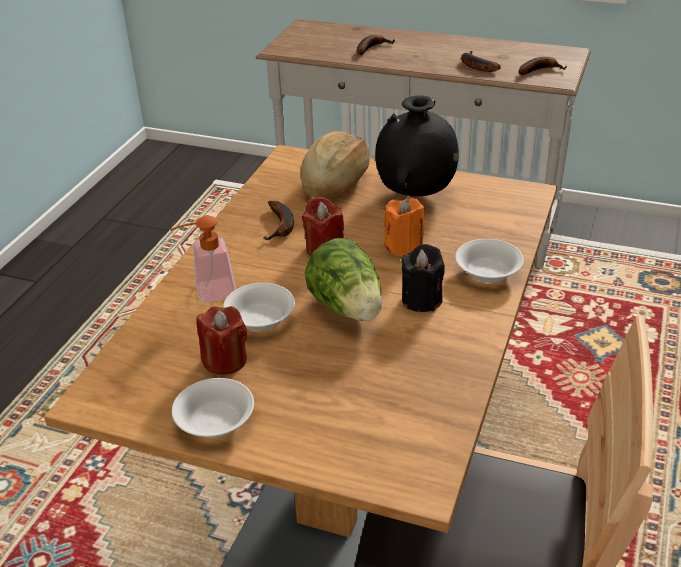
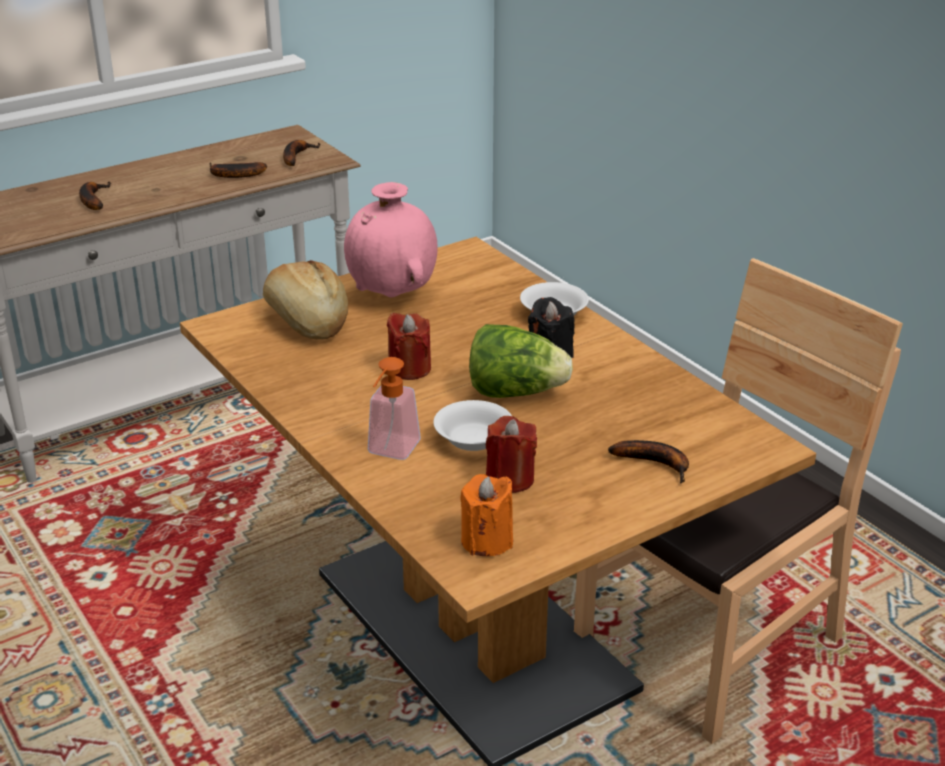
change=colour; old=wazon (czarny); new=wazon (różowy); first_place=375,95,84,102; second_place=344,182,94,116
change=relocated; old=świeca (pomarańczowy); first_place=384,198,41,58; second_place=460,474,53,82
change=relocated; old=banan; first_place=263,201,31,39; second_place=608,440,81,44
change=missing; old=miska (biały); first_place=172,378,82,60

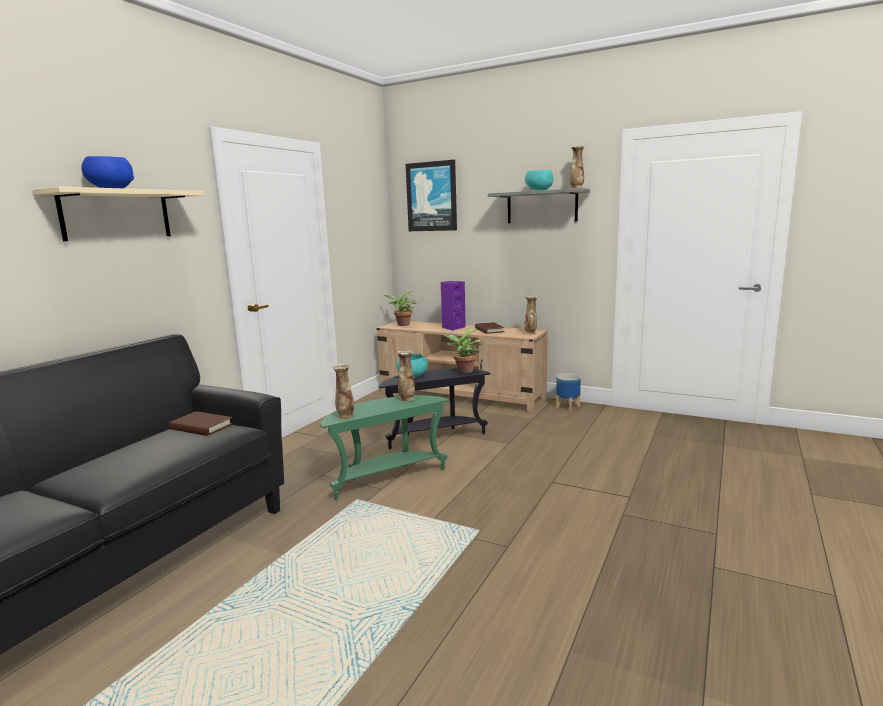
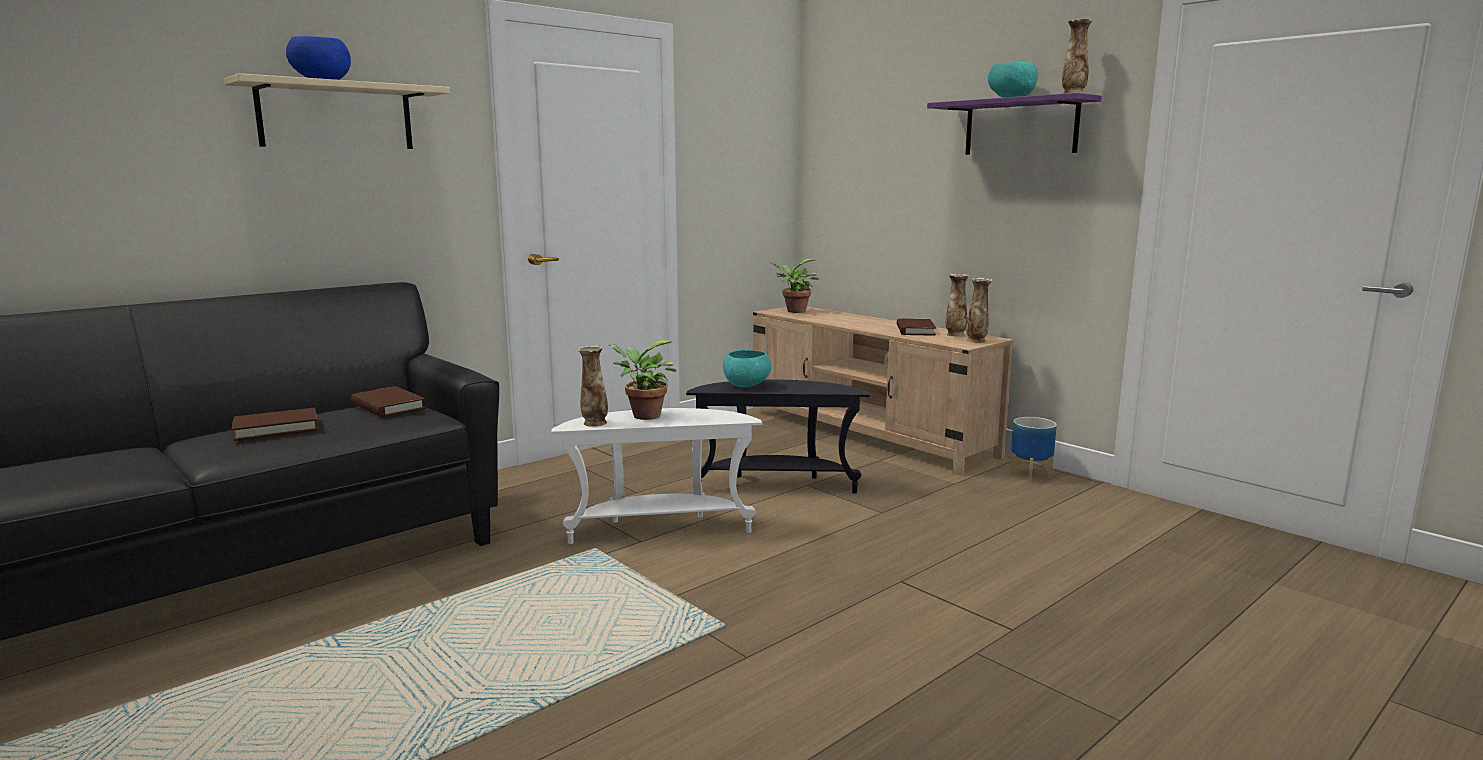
change=missing; old=obraz; first_place=406,160,51,71
change=colour; old=półka (szary); new=półka (fioletowy); first_place=488,188,102,35; second_place=927,93,174,62
change=missing; old=głośnik (fioletowy); first_place=440,281,26,49
change=relocated; old=roślina doniczkowa; first_place=443,329,40,44; second_place=609,340,67,80
change=relocated; old=wazon; first_place=397,351,18,50; second_place=946,274,23,63
change=colour; old=stolik (zielony); new=stolik (biały); first_place=320,395,130,105; second_place=551,408,212,136
change=appeared; new=książka (brązowy); second_place=232,408,87,33

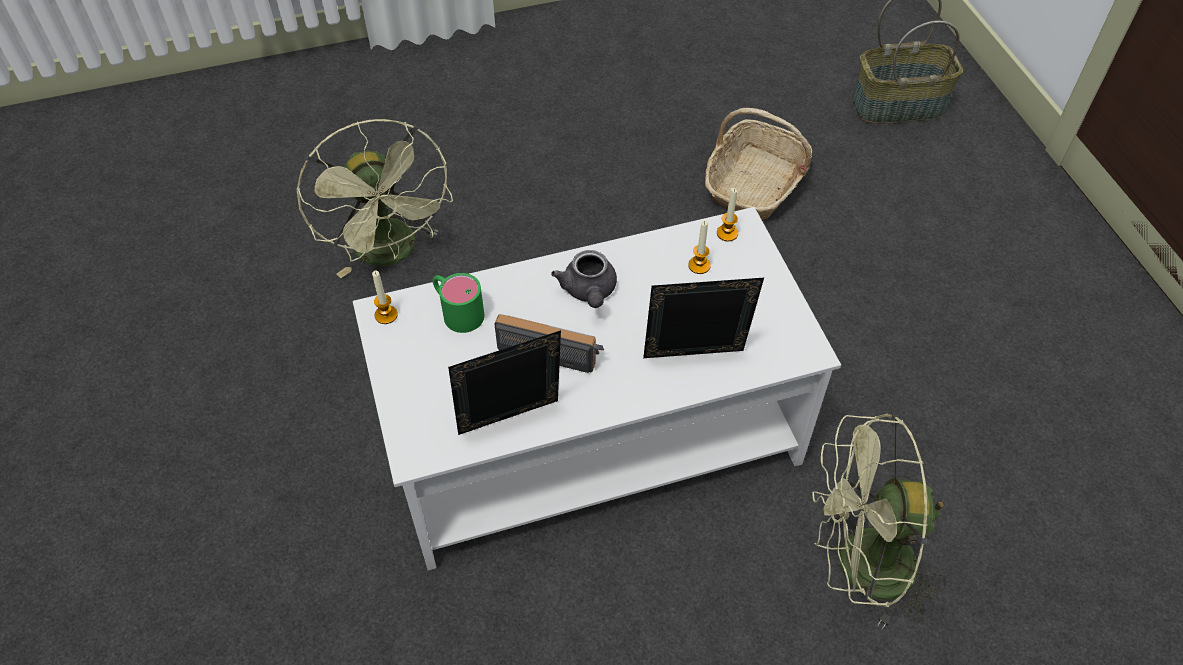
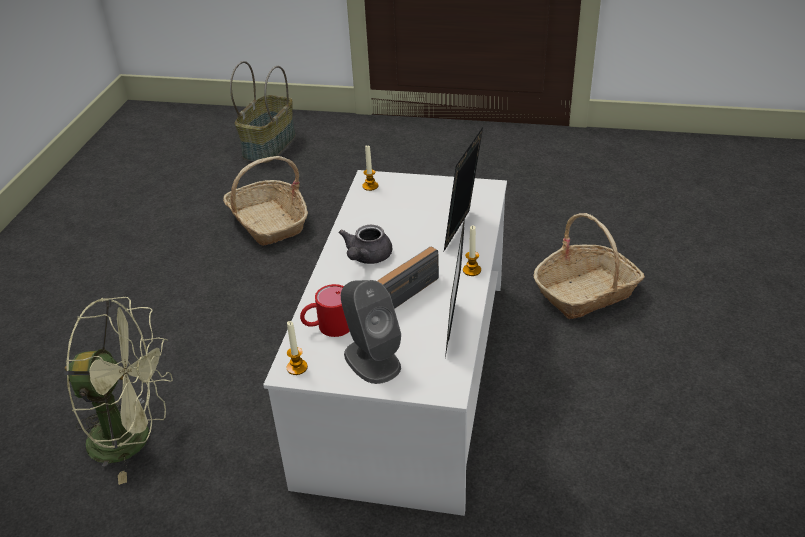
change=relocated; old=świeca; first_place=688,220,23,54; second_place=463,226,18,50
change=spun; old=imbryk (szary); first_place=551,250,66,58; second_place=339,225,53,39; degrees=90
change=colour; old=kubek (zielony); new=kubek (czerwony); first_place=433,273,52,60; second_place=300,284,50,53
change=exchanged; old=wentylator (zielony); new=koszyk; first_place=812,413,133,216; second_place=533,213,112,106
change=appeared; new=głośnik (szary); second_place=341,280,60,104

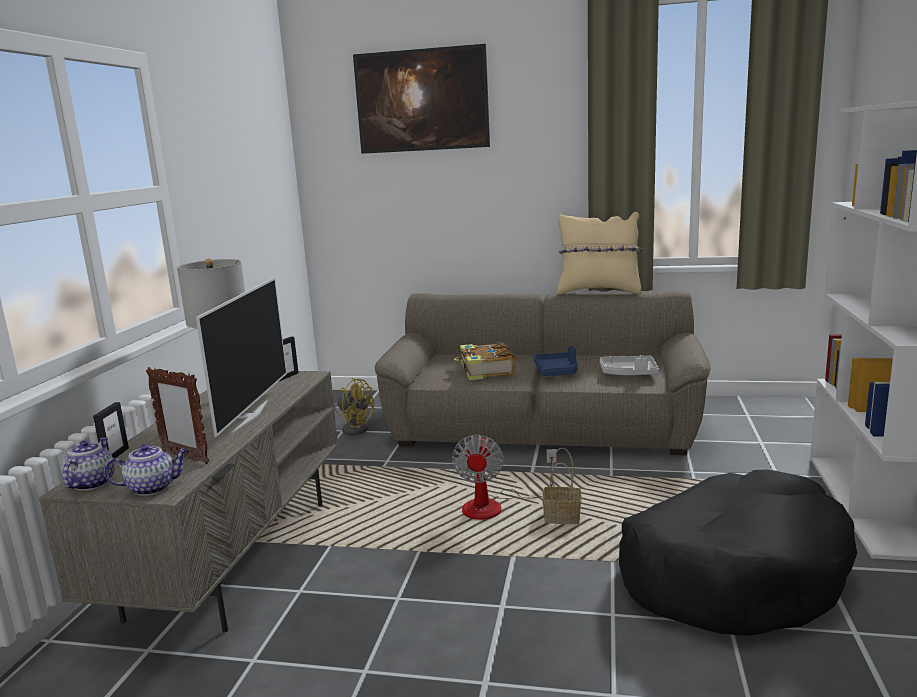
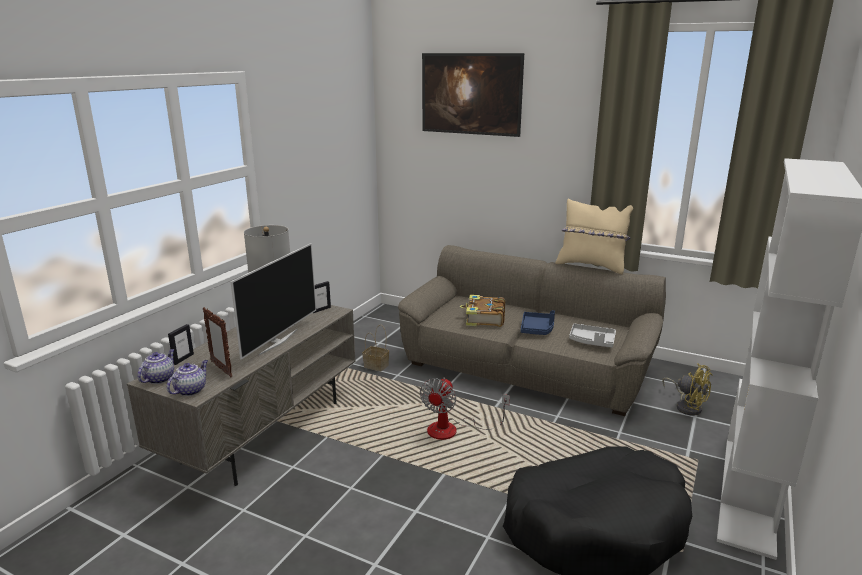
change=relocated; old=wentylator (żółty); first_place=334,377,40,58; second_place=662,363,51,52
change=spun; old=imbryk; first_place=104,444,85,52; second_place=167,360,41,36; degrees=-60
change=relocated; old=koszyk; first_place=542,448,40,76; second_place=362,325,27,46

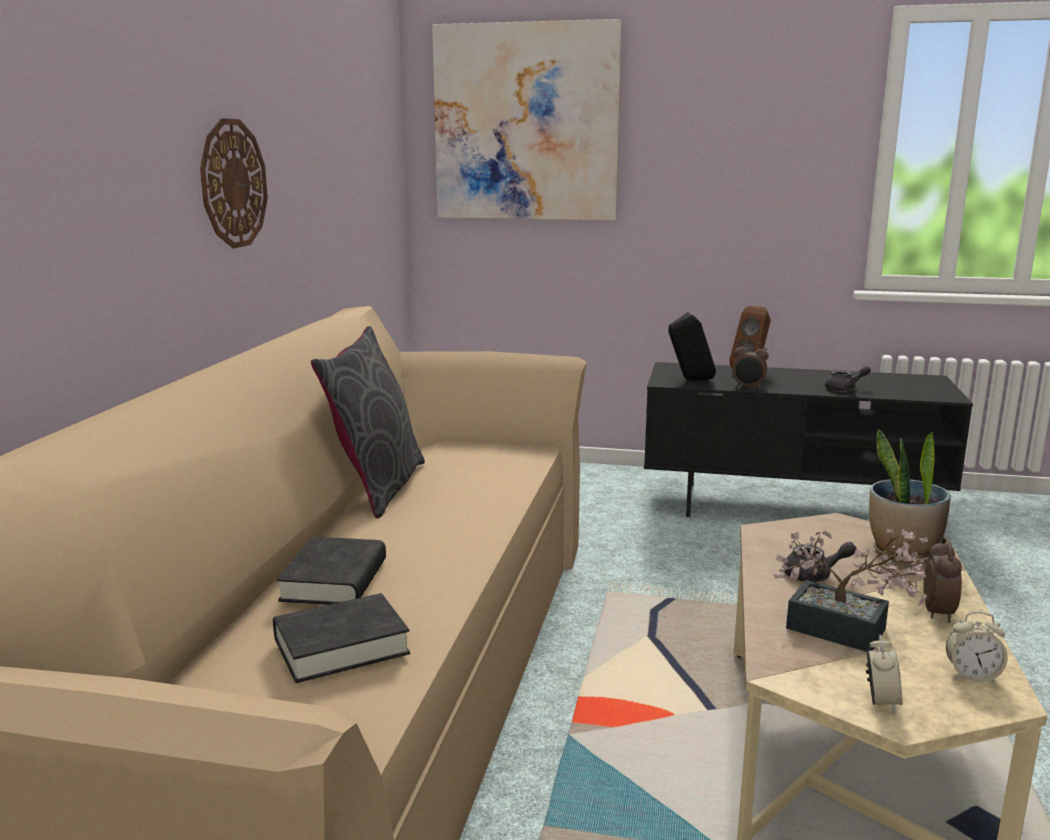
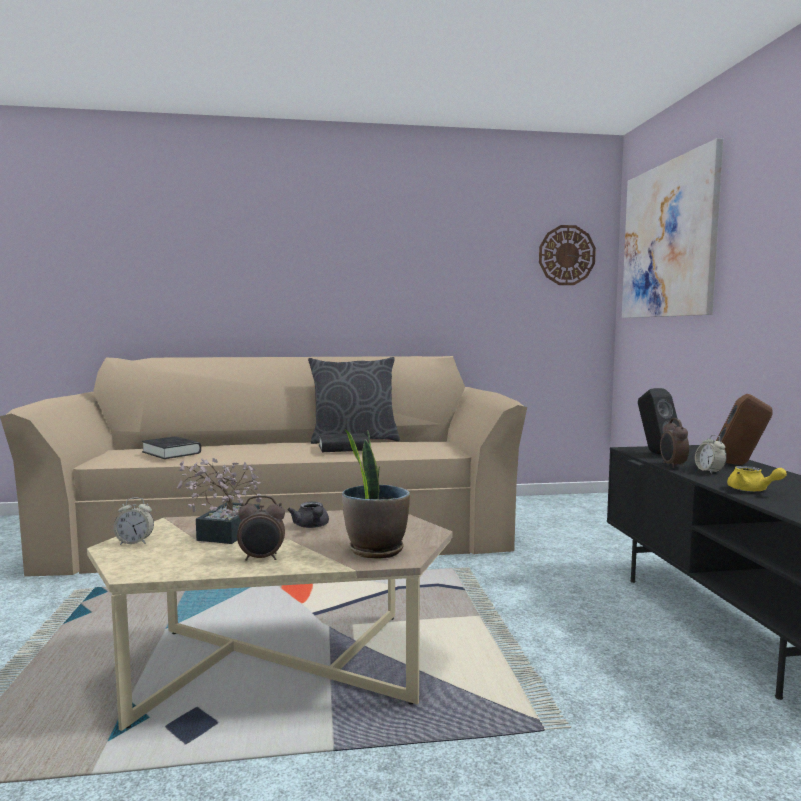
change=relocated; old=zegar ścienny; first_place=200,118,68,130; second_place=539,225,57,60
change=colour; old=imbryk (szary); new=imbryk (żółty); first_place=825,366,46,26; second_place=727,466,60,26
change=relocated; old=książka (czarny); first_place=276,537,110,68; second_place=319,433,50,19
change=relocated; old=budzik; first_place=946,612,62,71; second_place=695,435,32,39

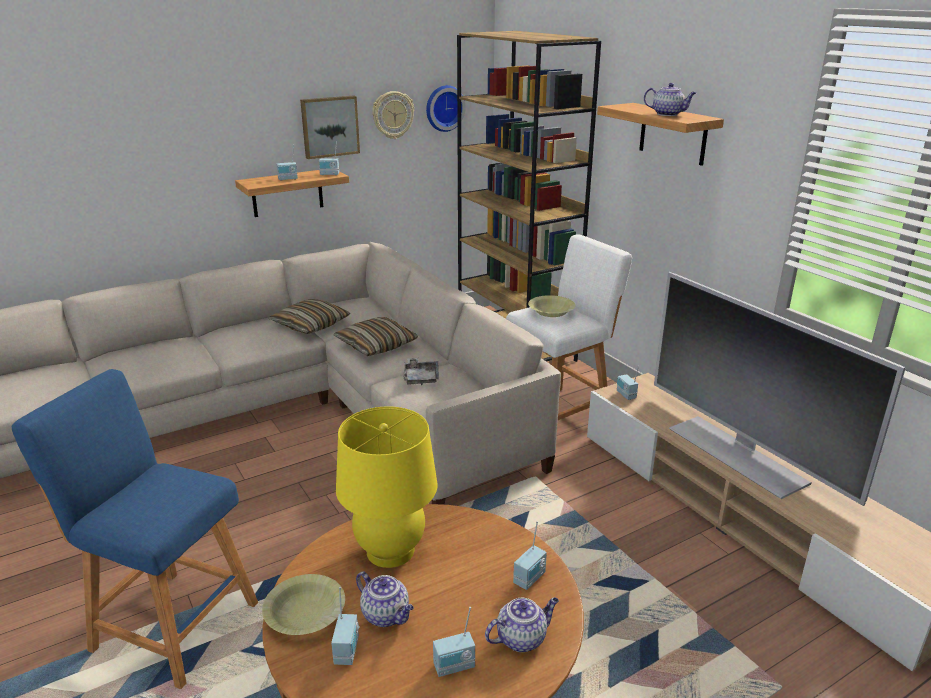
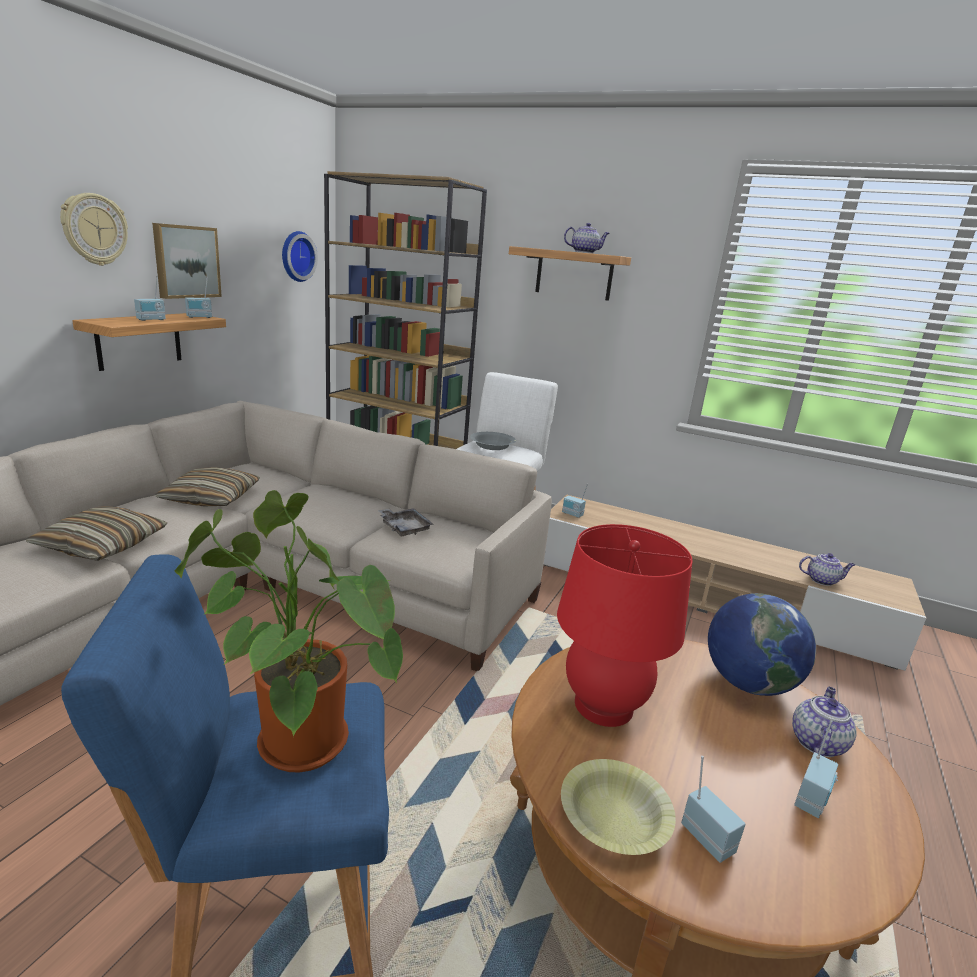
change=relocated; old=zegar ścienny; first_place=372,91,42,48; second_place=60,193,68,73
change=missing; old=telewizor; first_place=654,272,251,234
change=colour; old=miska (żółty); new=miska (szary); first_place=528,295,47,22; second_place=470,432,46,18
change=relocated; old=poduszka; first_place=334,317,84,39; second_place=26,506,141,55
change=colour; old=lampa stołowa (żółty); new=lampa stołowa (czerwony); first_place=336,407,101,161; second_place=557,524,135,203
change=exchanged; old=radio; new=globus; first_place=513,521,34,69; second_place=708,593,108,103
change=relocated; old=imbryk; first_place=356,571,58,56; second_place=799,553,56,33
change=appeared; new=roślina doniczkowa; second_place=174,490,229,283

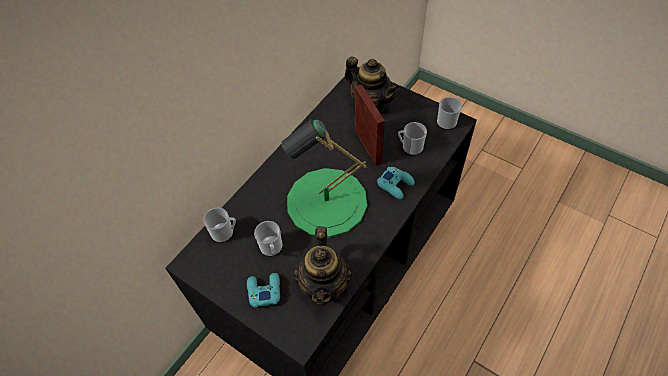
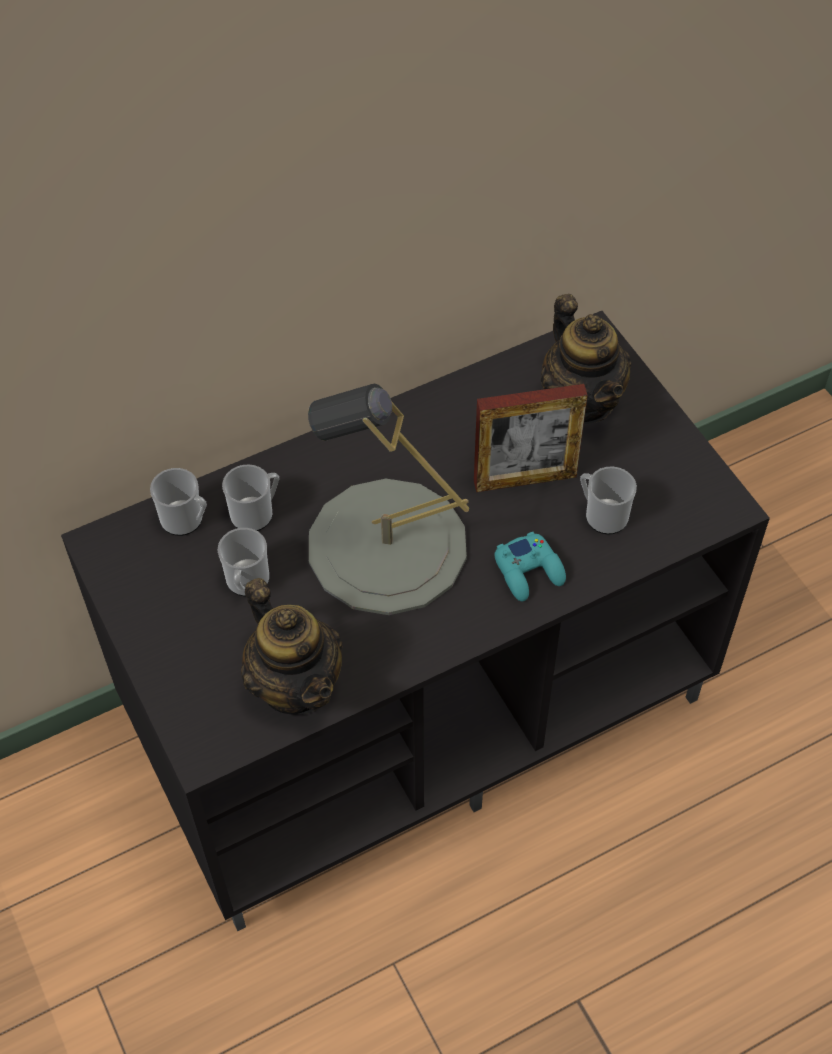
change=spun; old=ramka na zdjęcie; first_place=355,84,30,82; second_place=474,384,114,108; degrees=75
change=relocated; old=kubek; first_place=437,97,25,33; second_place=222,464,57,67
change=colour; old=lampa stołowa (zielony); new=lampa stołowa (szary); first_place=282,119,85,119; second_place=308,384,161,231
change=spun; old=imbryk; first_place=294,226,58,80; second_place=241,578,102,137; degrees=-60
change=missing; old=pad do gier (turkusowy); first_place=247,273,33,35

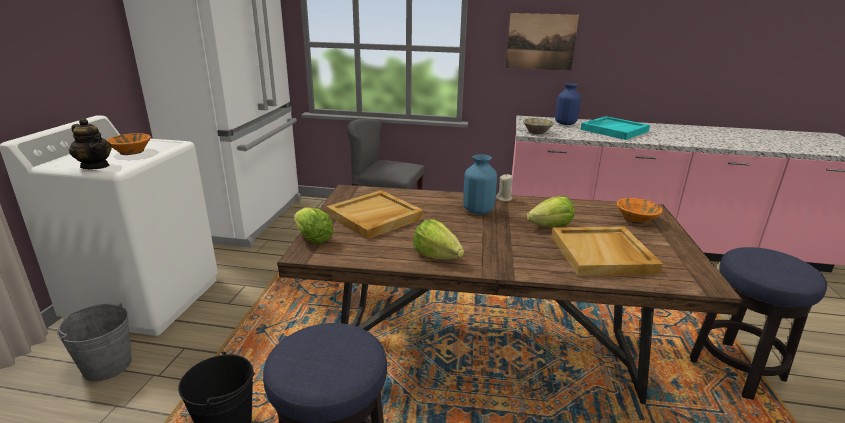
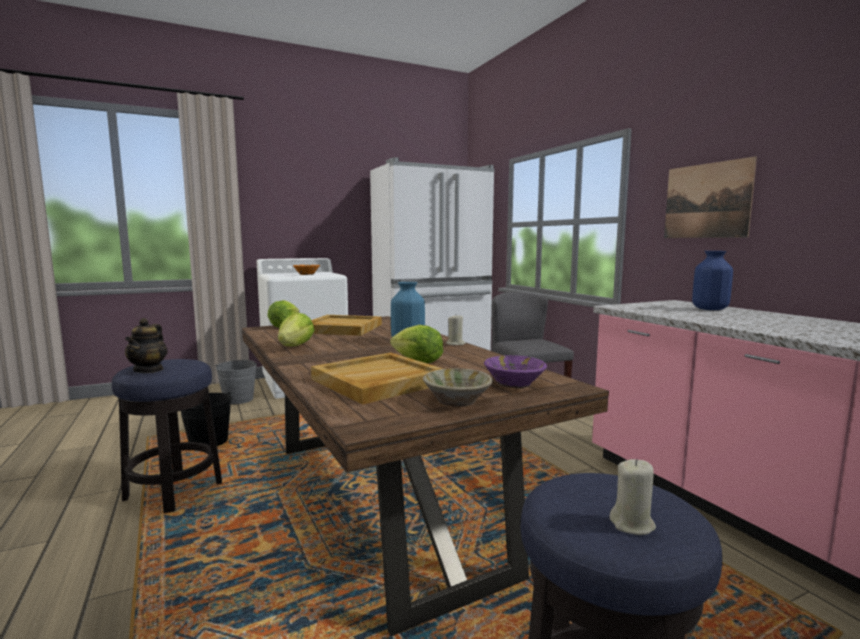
change=missing; old=taca (turkusowy); first_place=580,116,70,24
change=relocated; old=imbryk; first_place=69,118,43,51; second_place=125,318,43,55
change=relocated; old=miska (beżowy); first_place=523,118,31,16; second_place=423,368,70,39
change=colour; old=miska (pomarańczowy); new=miska (fioletowy); first_place=617,198,46,26; second_place=484,355,63,34
change=appeared; new=świeca (beżowy); second_place=609,459,47,76

